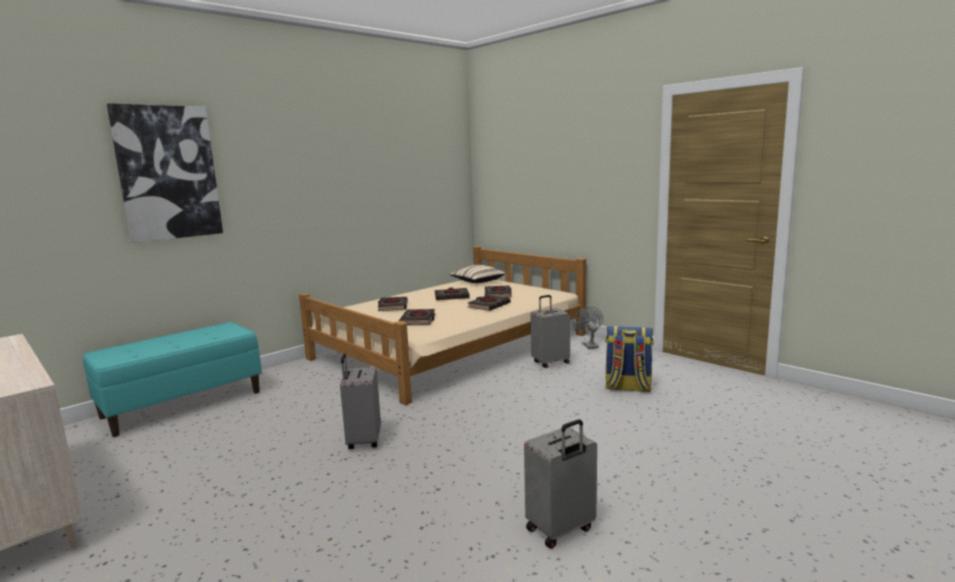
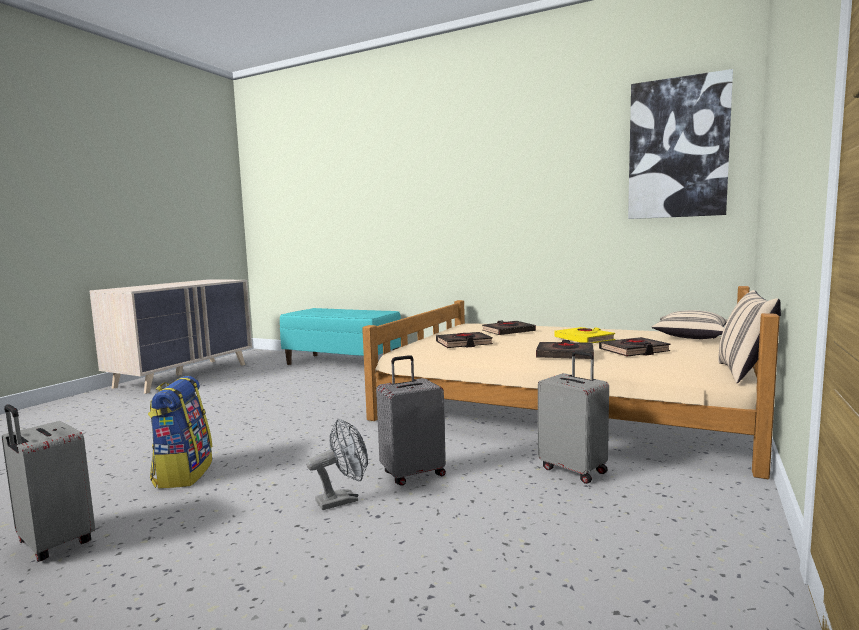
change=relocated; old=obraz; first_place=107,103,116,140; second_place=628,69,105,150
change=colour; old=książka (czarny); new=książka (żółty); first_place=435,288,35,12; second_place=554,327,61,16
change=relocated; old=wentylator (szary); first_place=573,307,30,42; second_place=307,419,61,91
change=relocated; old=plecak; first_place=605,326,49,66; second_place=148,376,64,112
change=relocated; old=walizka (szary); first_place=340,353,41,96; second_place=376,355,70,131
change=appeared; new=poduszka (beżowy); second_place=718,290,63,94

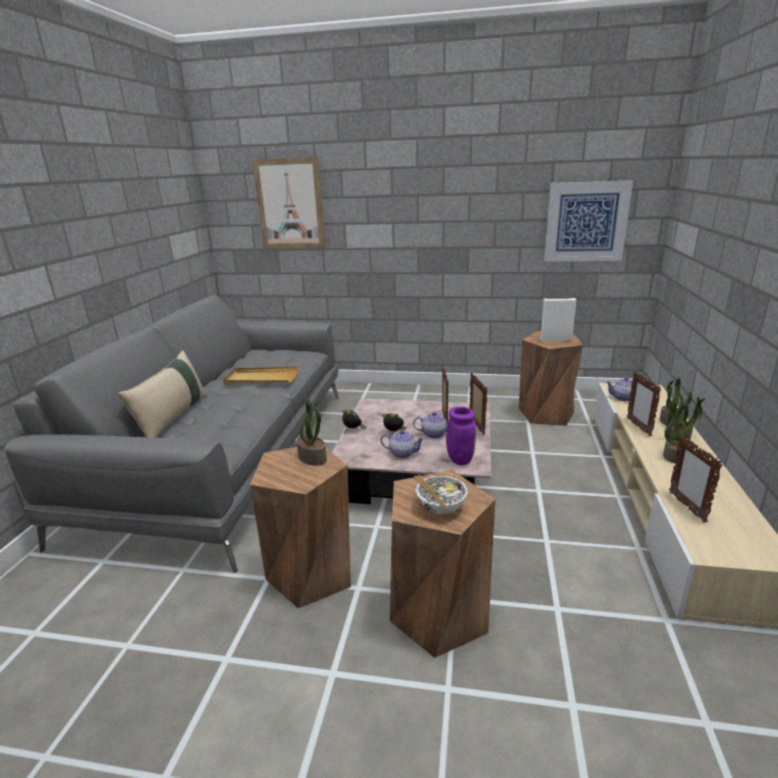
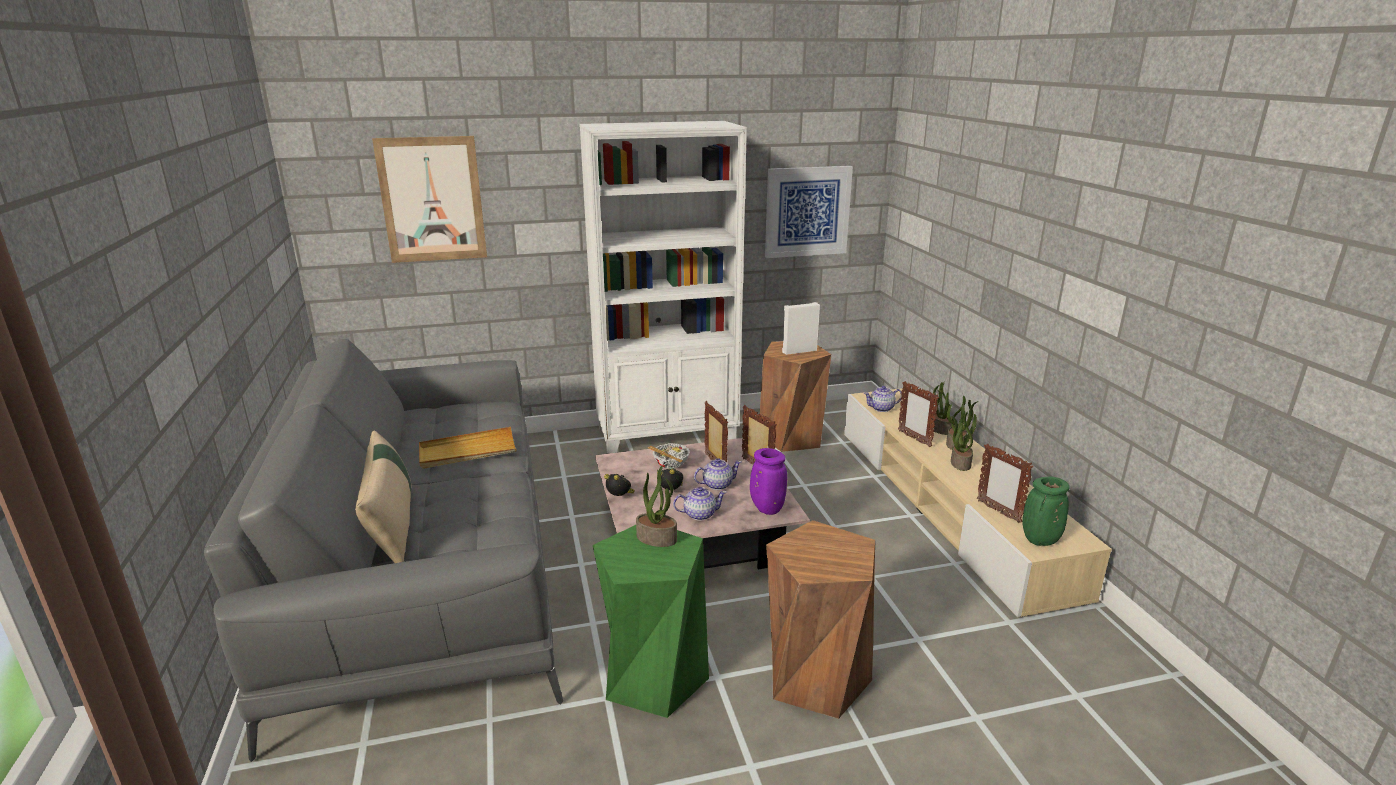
change=colour; old=stołek (brązowy); new=stołek (zielony); first_place=250,447,101,161; second_place=593,525,116,193
change=relocated; old=miska; first_place=414,475,54,40; second_place=647,443,43,26
change=appeared; new=regał (biały); second_place=579,121,168,333
change=appeared; new=wazon (zielony); second_place=1022,477,48,69

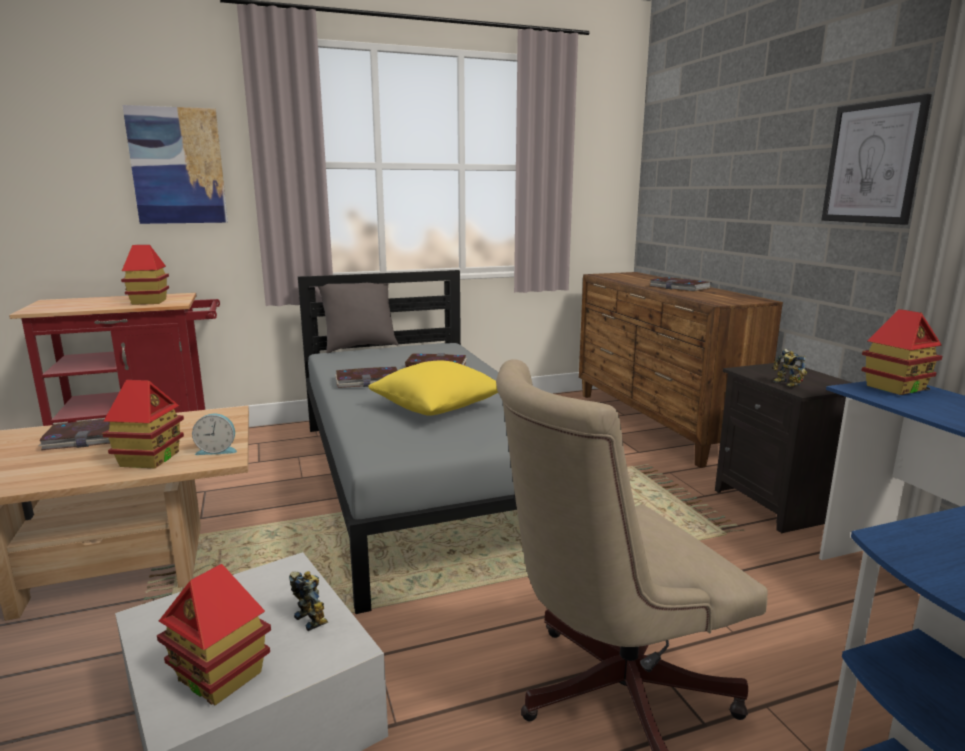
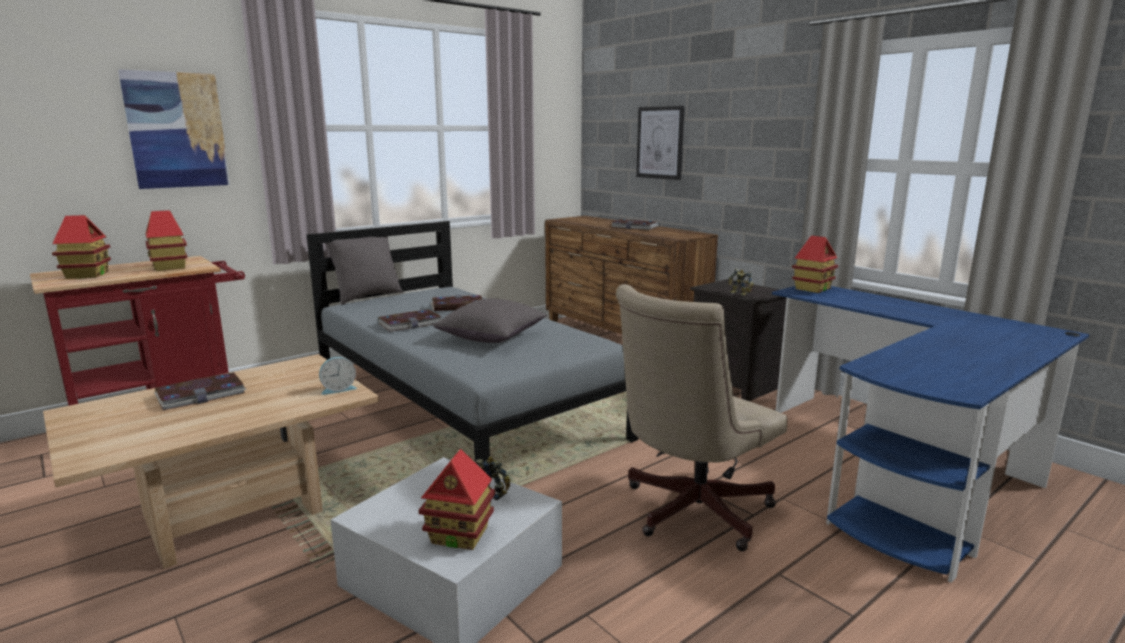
change=relocated; old=obraz; first_place=821,94,111,131; second_place=636,106,49,74
change=colour; old=poduszka (żółty); new=poduszka (szary); first_place=368,361,130,55; second_place=433,298,114,45
change=relocated; old=domek; first_place=102,380,82,88; second_place=52,215,59,64

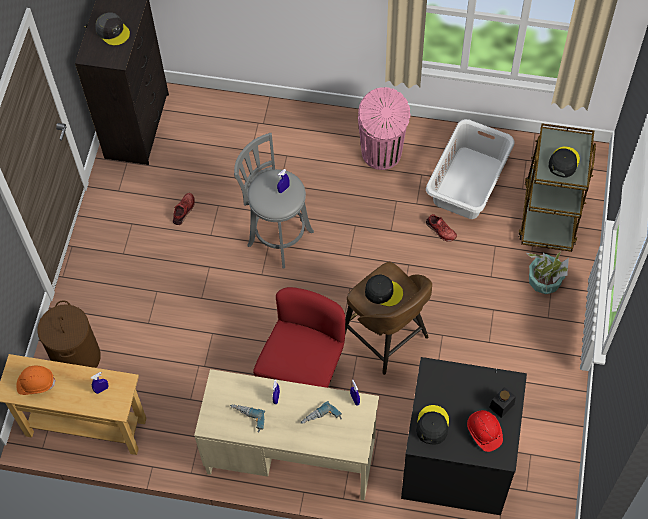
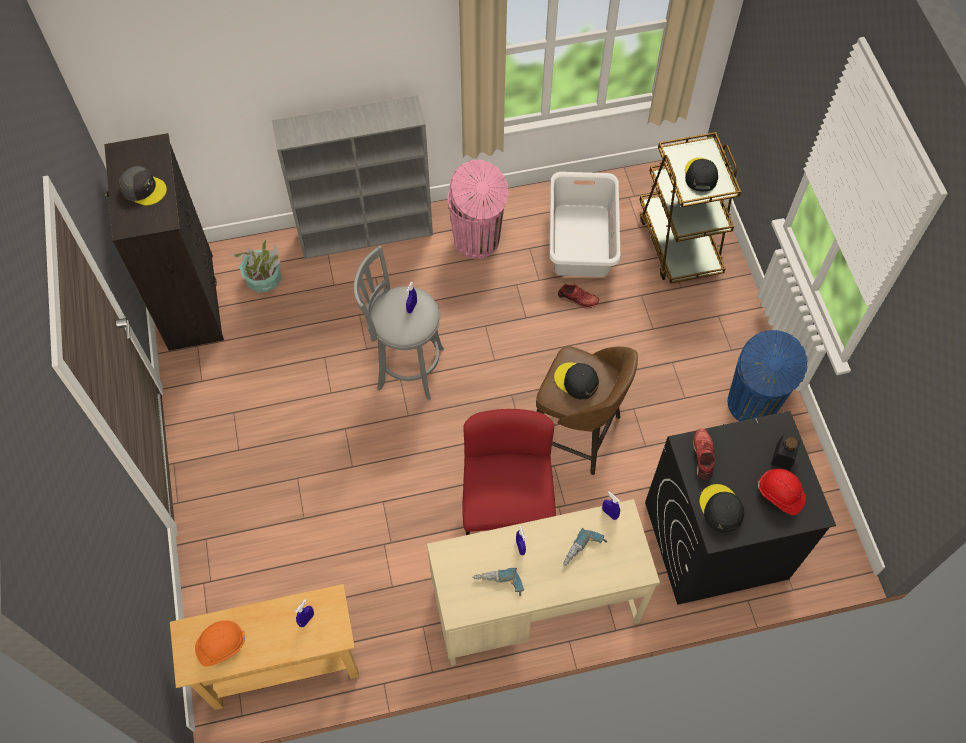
change=relocated; old=but (czerwony); first_place=173,193,22,32; second_place=693,429,22,51
change=relocated; old=roślina doniczkowa; first_place=526,250,43,44; second_place=231,239,51,53
change=spun; old=czapka z daszkiem (czarny); first_place=365,274,38,32; second_place=554,362,45,37; degrees=-135
change=missing; old=kosz na pranie (brązowy); first_place=37,300,64,68
change=appeared; new=regał (szary); second_place=272,95,161,164
change=appeared; new=kosz na śmieci (niebieski); second_place=728,330,80,91

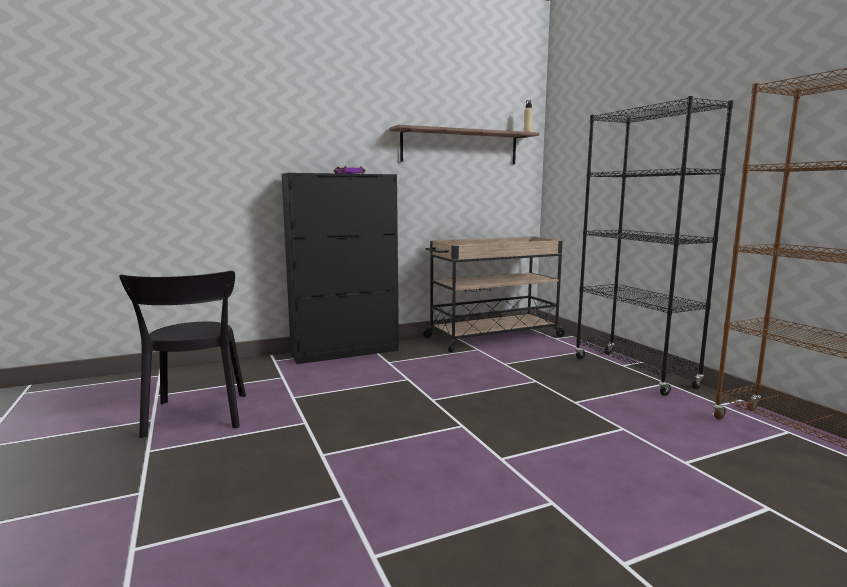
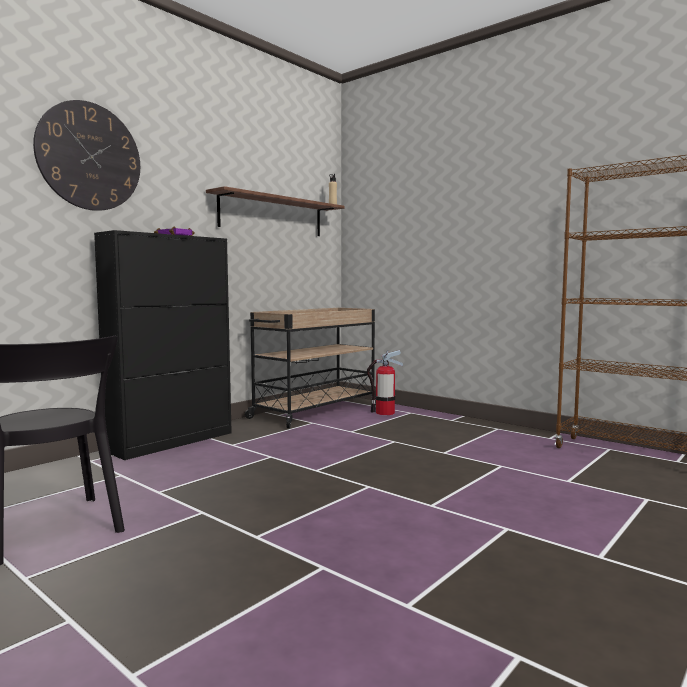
change=missing; old=regał (czarny); first_place=575,96,159,300
change=appeared; new=zegar ścienny; second_place=33,100,107,111
change=appeared; new=gaśnica; second_place=367,350,36,65

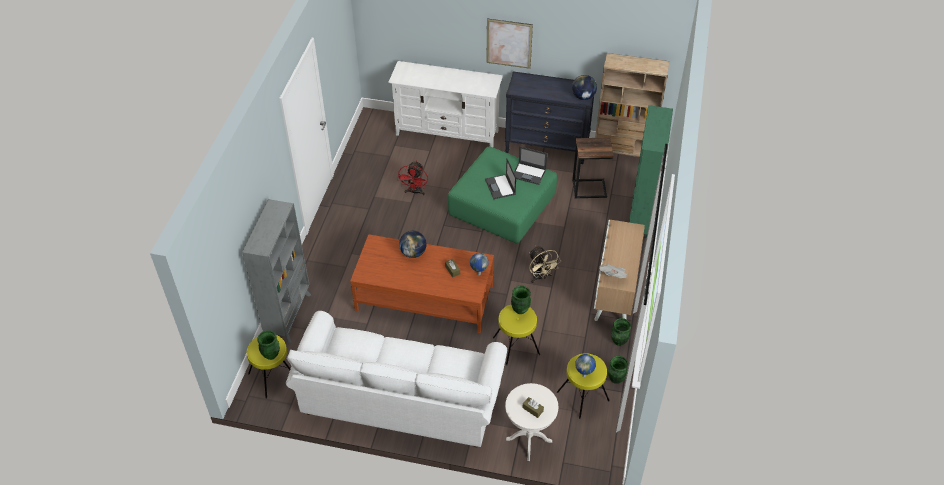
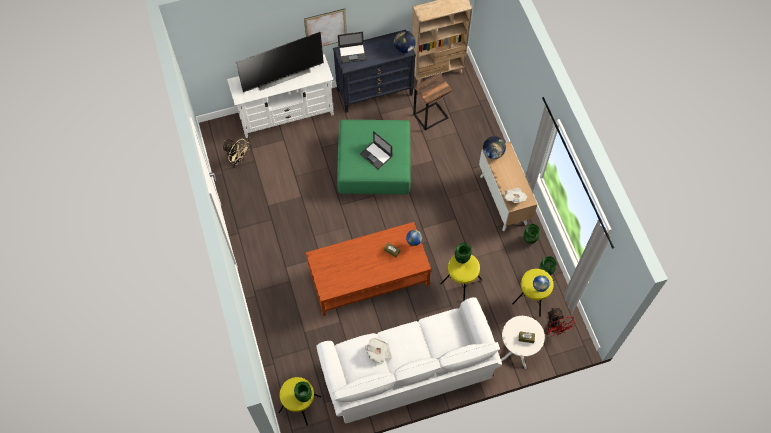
change=missing; old=regał (zielony); first_place=629,105,44,134
change=relocated; old=laptop; first_place=514,146,33,39; second_place=338,32,29,32
change=relocated; old=wentylator (czerwony); first_place=397,161,31,34; second_place=546,307,30,29
change=missing; old=regał (szary); first_place=242,199,69,145
change=relocated; old=globus; first_place=399,231,28,27; second_place=483,136,23,23
change=relocated; old=wentylator (beżowy); first_place=529,246,31,37; second_place=222,139,28,29
change=appeared; new=telewizor; second_place=236,32,88,61
change=appeared; new=gazeta; second_place=365,338,27,25

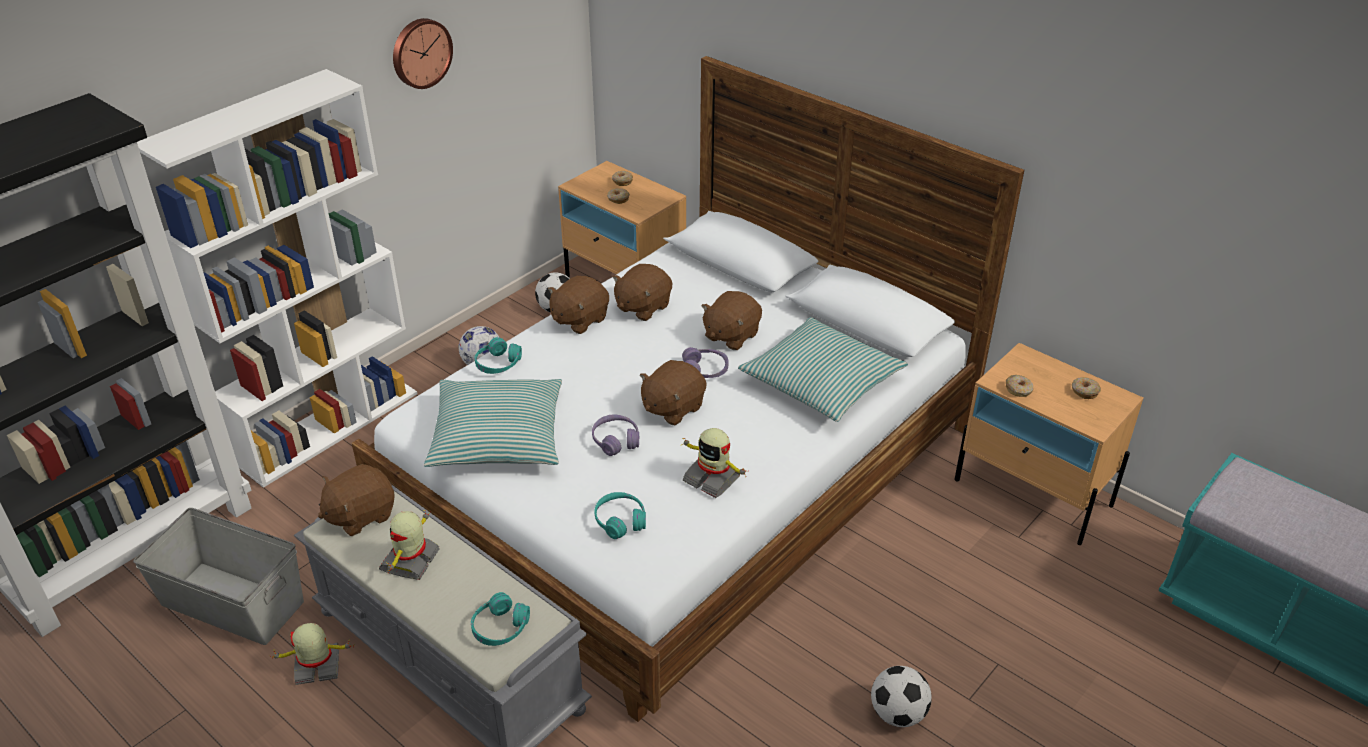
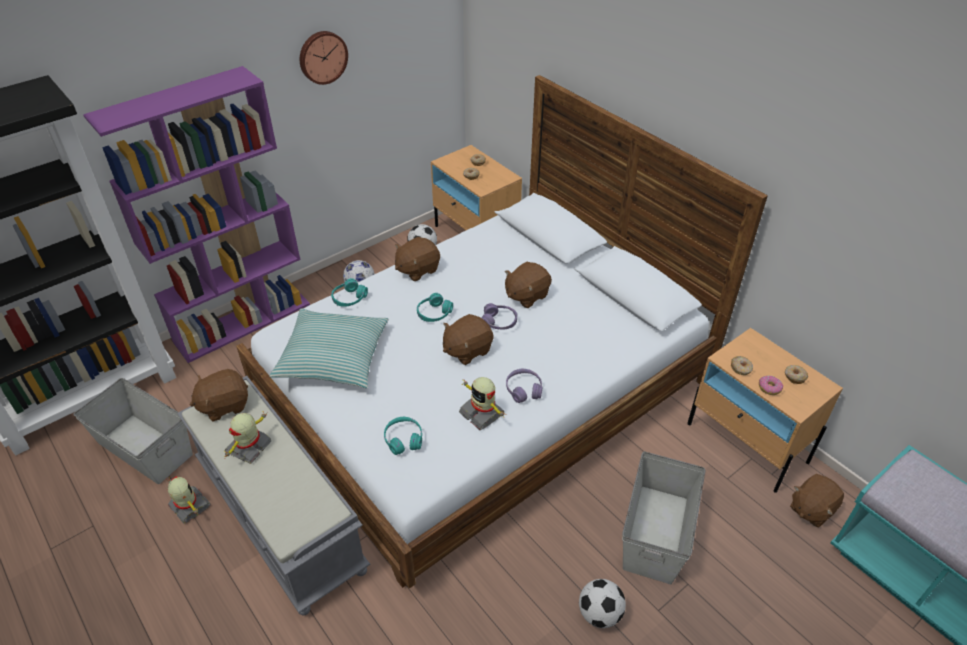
change=colour; old=regał (biały); new=regał (fioletowy); first_place=137,69,280,419; second_place=83,66,227,297
change=relocated; old=pluszak (brązowy); first_place=613,264,59,57; second_place=790,474,54,54
change=missing; old=poduszka; first_place=738,317,170,105
change=relocated; old=słuchawki (fioletowy); first_place=592,415,47,41; second_place=506,369,36,34
change=relocated; old=słuchawki (turkusowy); first_place=471,592,59,54; second_place=417,293,36,29
change=spun; old=robot zabawkowy; first_place=269,623,85,62; second_place=167,476,44,48; degrees=45
change=appeared; new=donut; second_place=759,376,24,19
change=appeared; new=pojemnik do przechowywania (szary); second_place=622,452,83,132

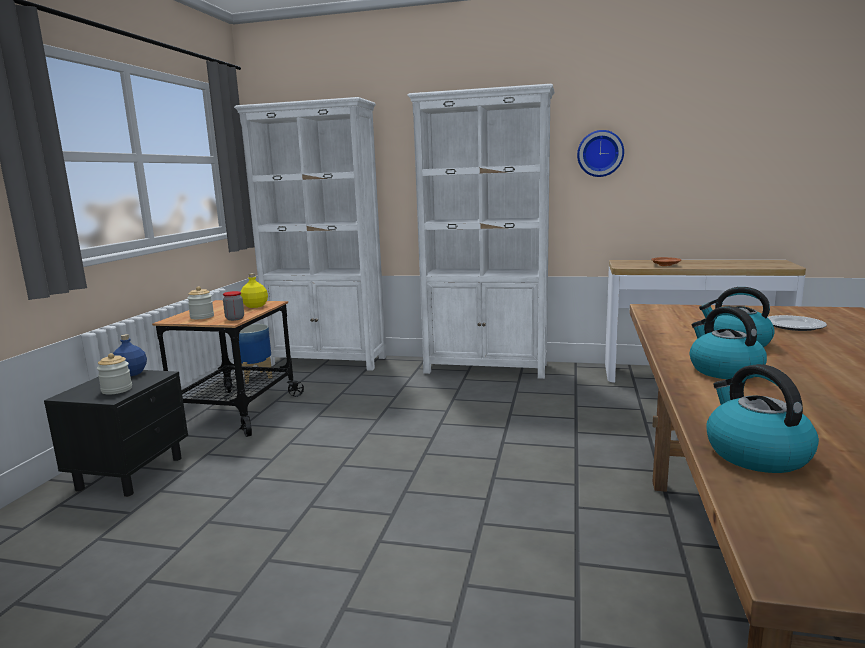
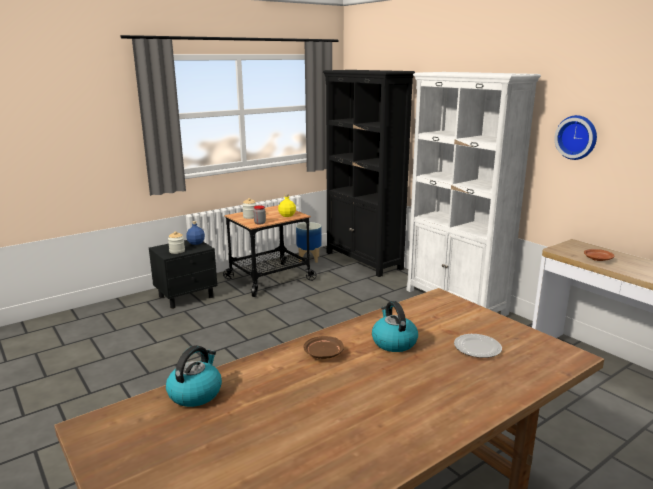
change=colour; old=regał (biały); new=regał (czarny); first_place=234,97,152,274; second_place=323,70,92,207
change=exchanged; old=czajnik; new=talerz (brązowy); first_place=690,306,77,73; second_place=304,336,40,23

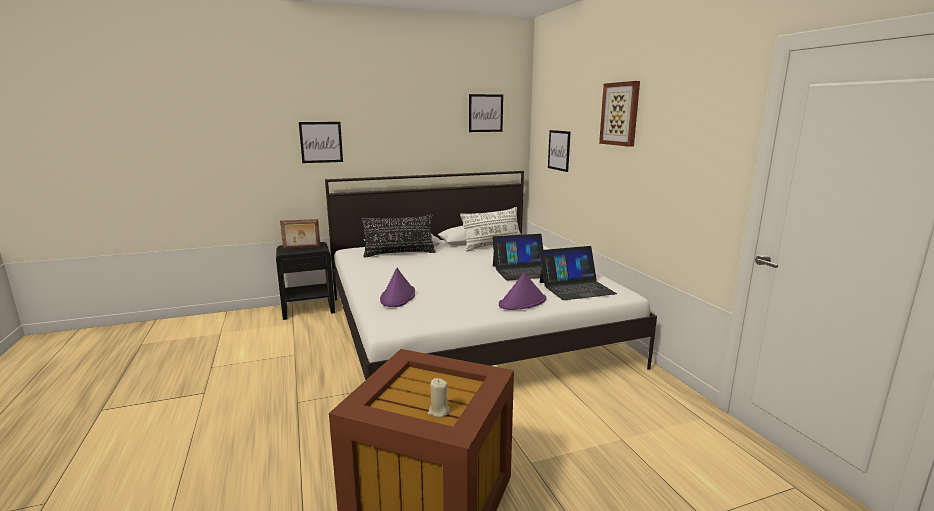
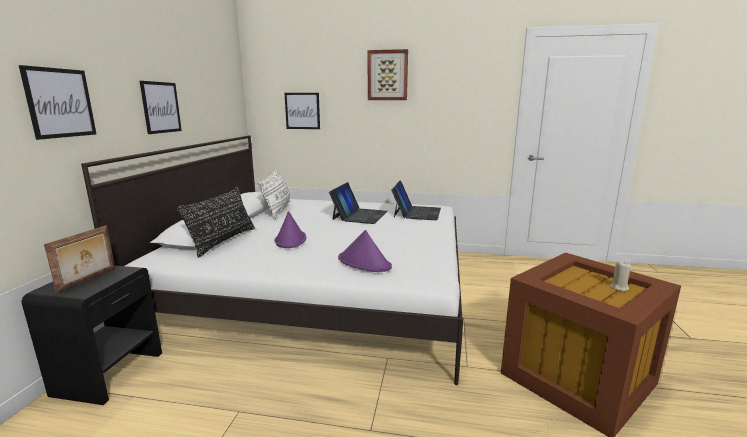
change=relocated; old=obraz; first_place=469,94,34,38; second_place=140,81,42,53
change=relocated; old=kapelusz (fioletowy); first_place=499,272,47,38; second_place=275,211,31,37

